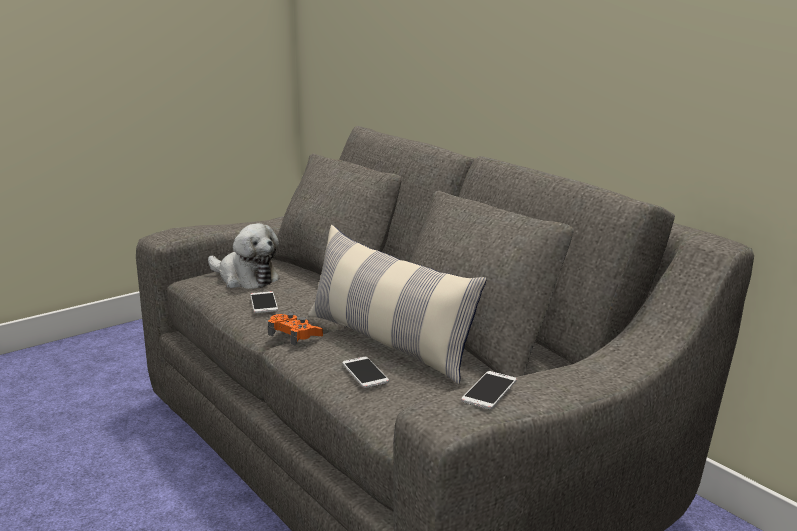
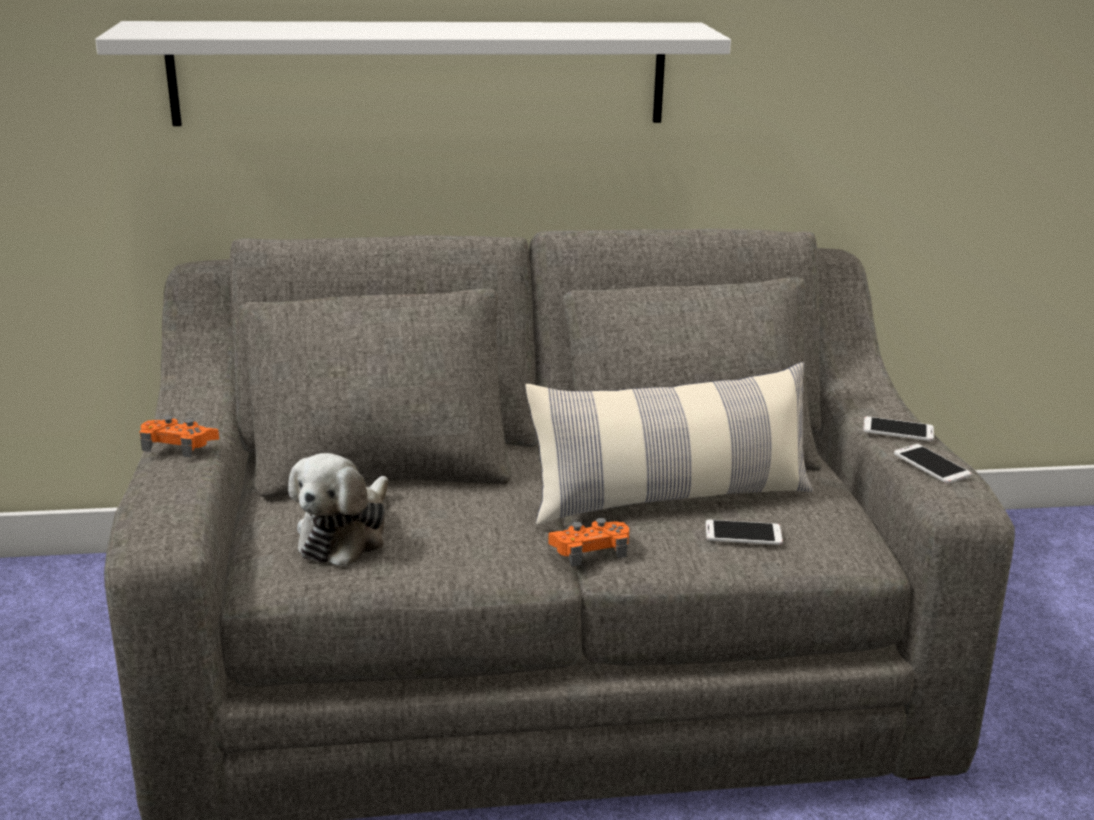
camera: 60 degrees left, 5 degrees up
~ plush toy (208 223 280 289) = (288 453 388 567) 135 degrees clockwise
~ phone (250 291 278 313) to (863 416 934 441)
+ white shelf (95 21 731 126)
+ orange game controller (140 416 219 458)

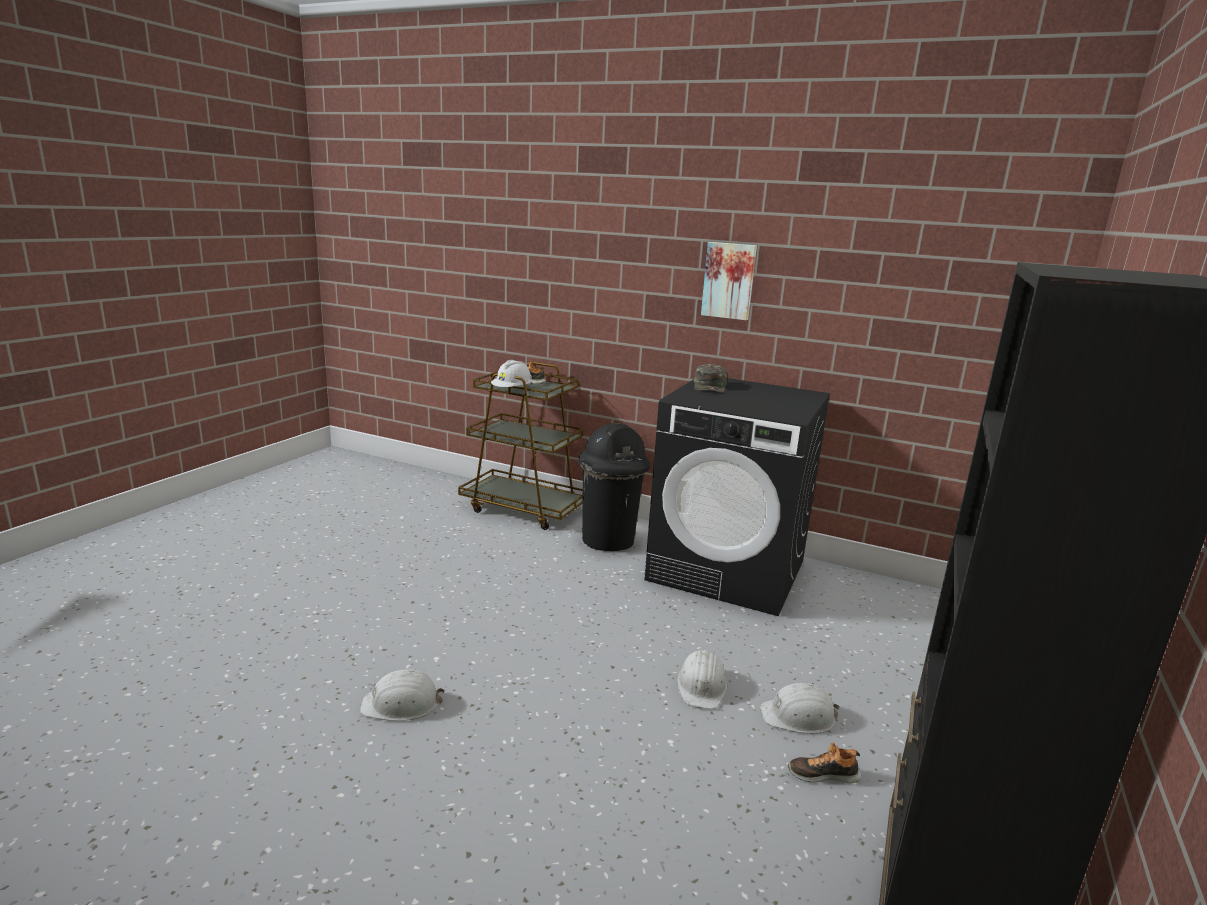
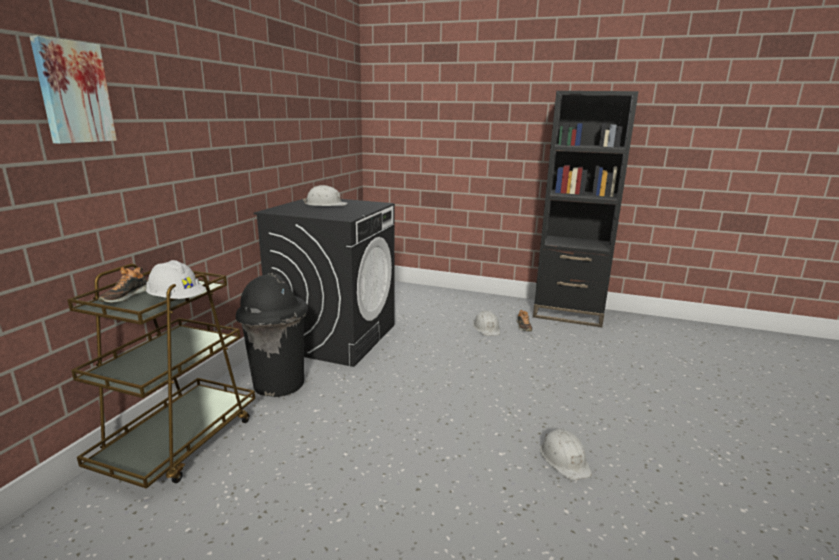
camera: 95 degrees left, 0 degrees up
~ picture (701 242 757 320) to (30 35 117 144)
- green cap (694 364 727 392)
~ white hard hat (677 650 728 709) to (303 185 348 206)

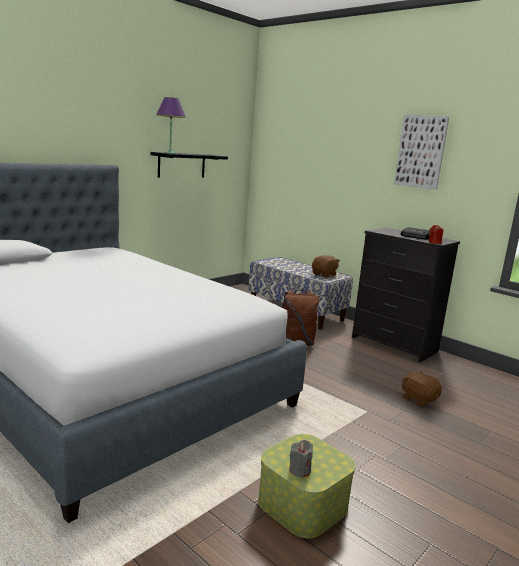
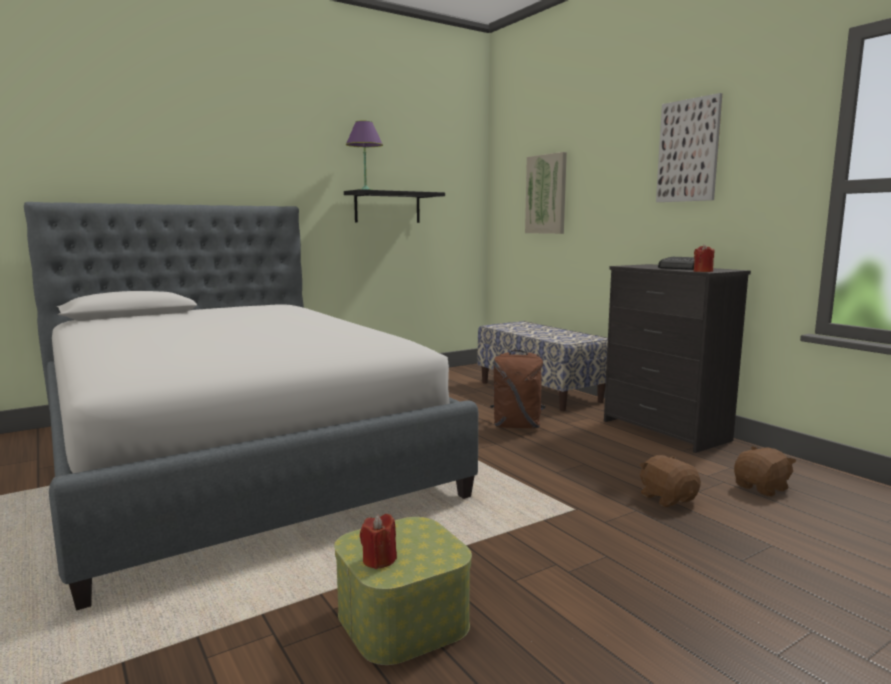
camera: 15 degrees right, 5 degrees down
~ brown plush toy (312 255 340 277) to (734 446 797 497)
~ grey candle (289 440 313 478) to red candle (360 514 397 569)
+ picture (525 152 567 234)

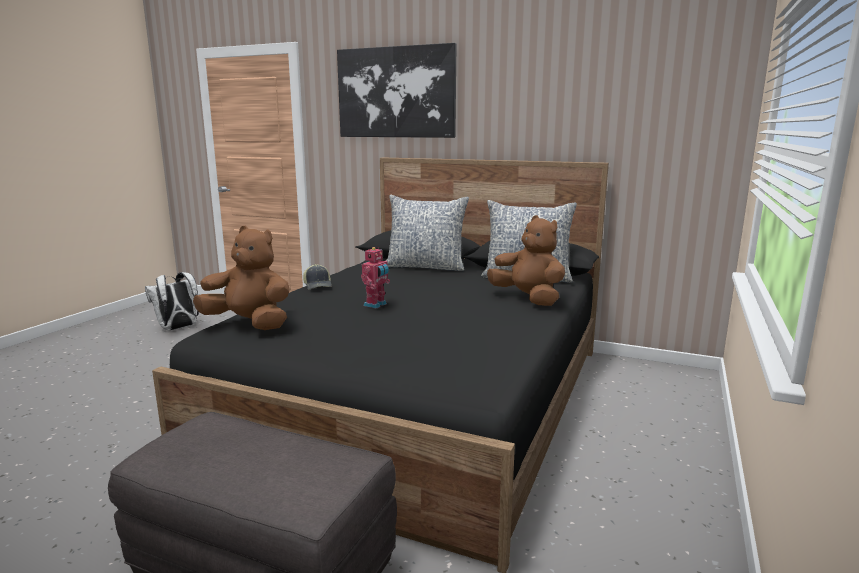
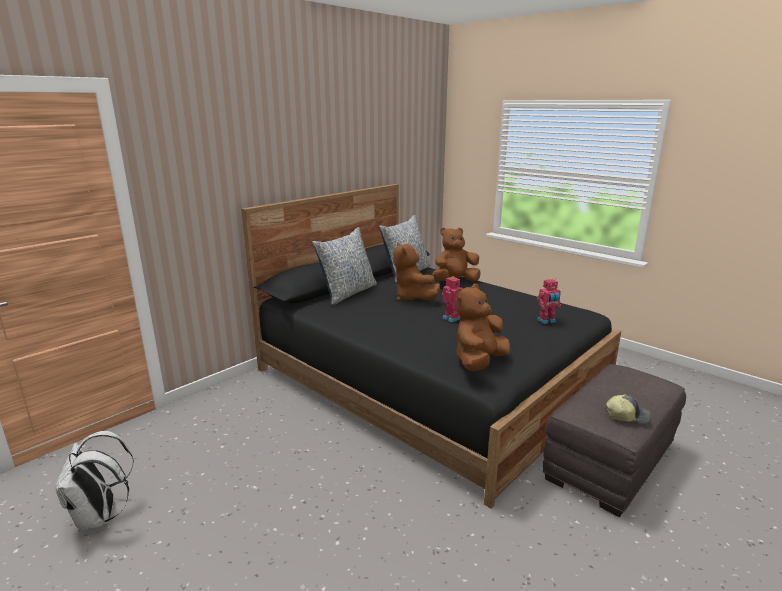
camera: 70 degrees left, 5 degrees up
- picture (337 43 457 138)
~ cap (303 264 332 290) to (606 394 651 423)
+ brown plush toy (393 243 440 301)
+ toy robot (537 278 561 324)

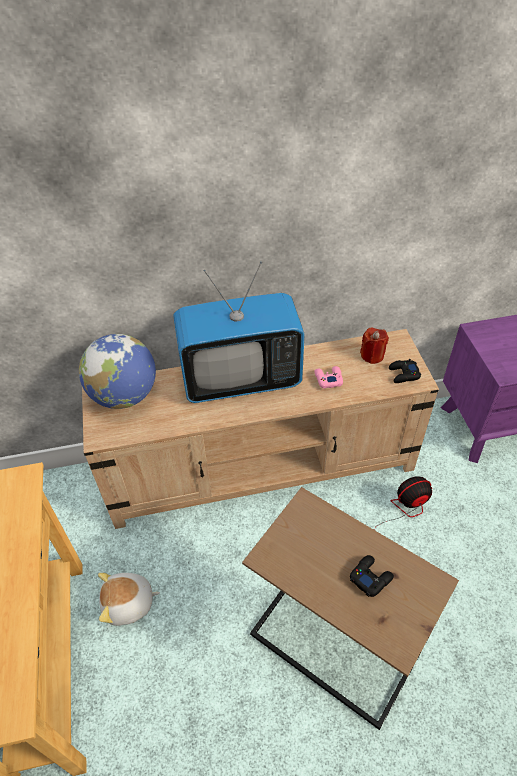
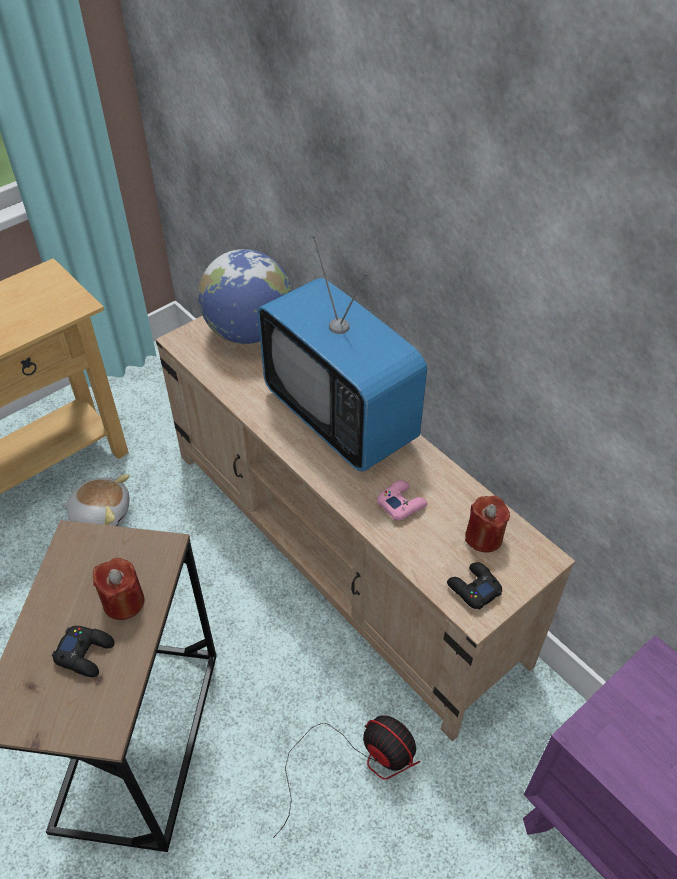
camera: 60 degrees right, 0 degrees up
~ plush toy (98 573 160 626) = (61 474 130 526) 135 degrees clockwise
+ red candle (93 558 144 620)

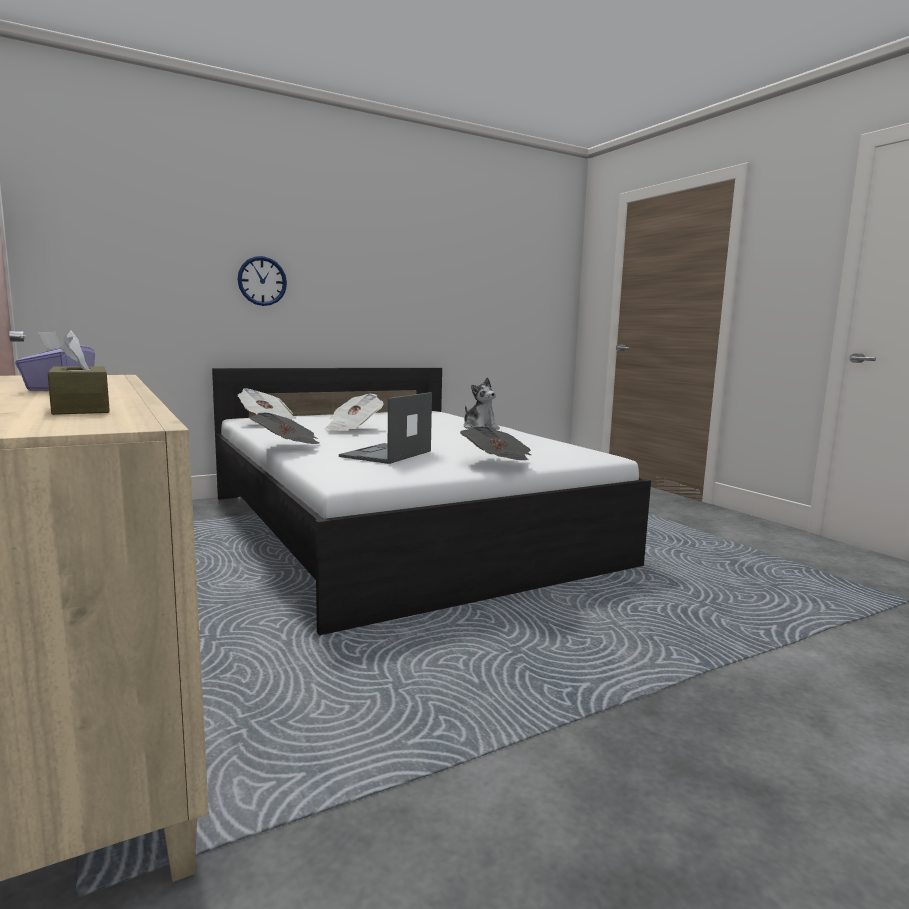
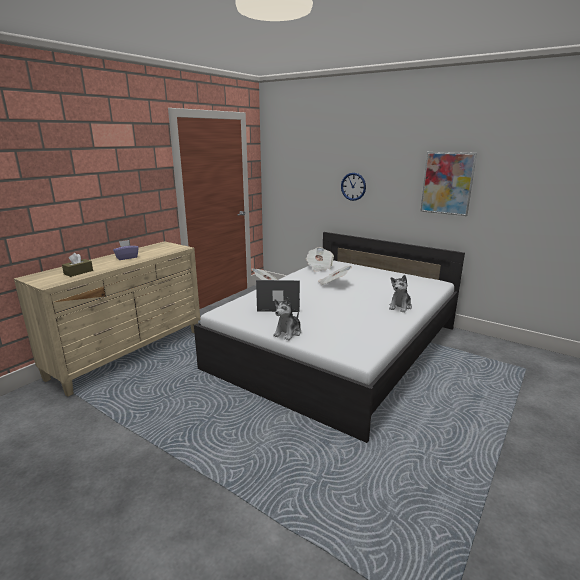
camera: 65 degrees right, 10 degrees up
~ newspaper (460 427 531 460) to plush toy (273 297 301 340)
+ picture (420 152 477 216)

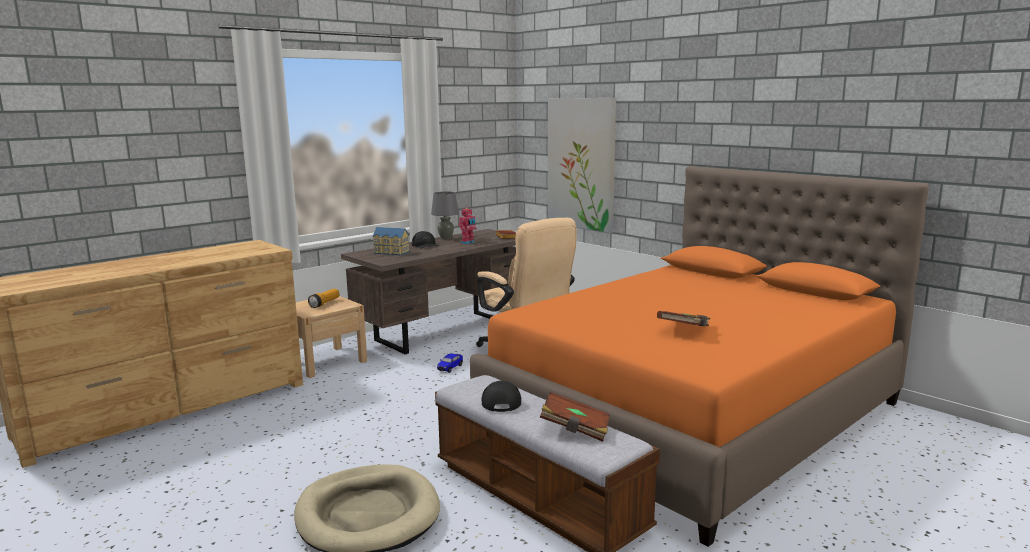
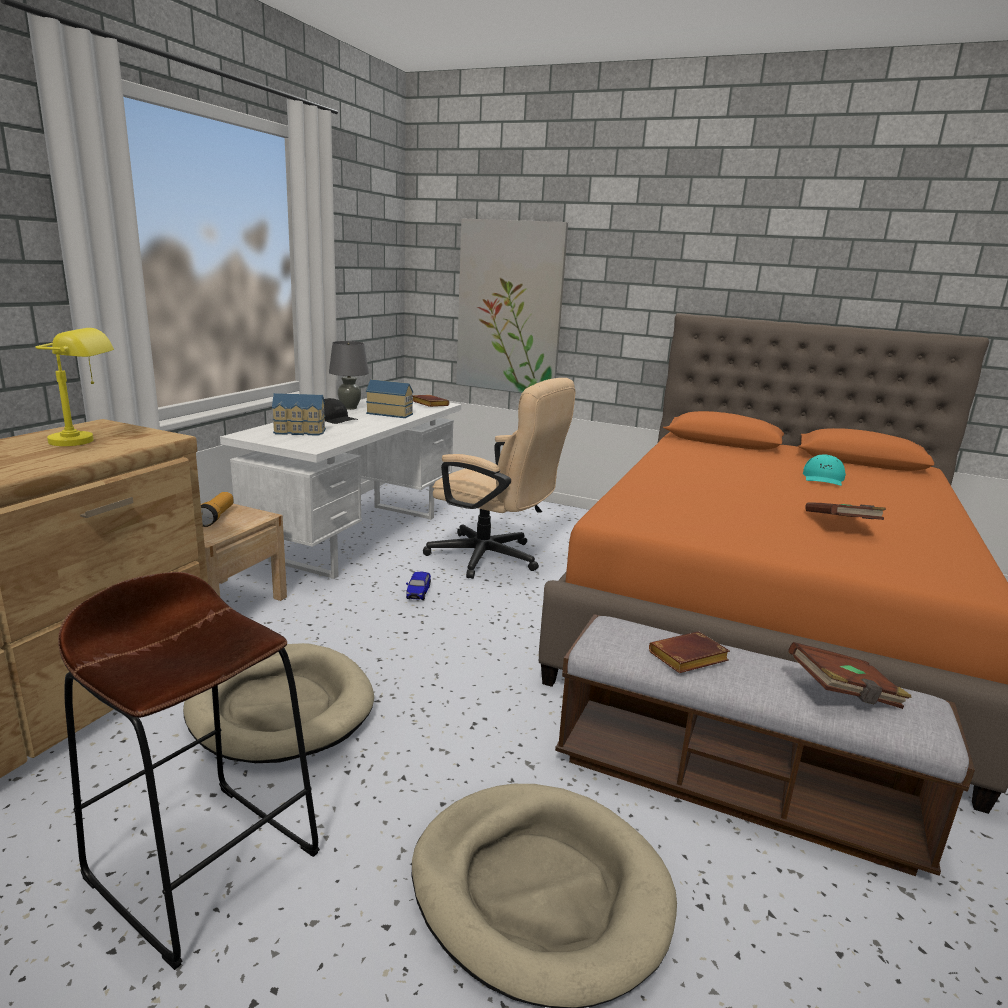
camera: 25 degrees left, 5 degrees up
~ toy robot (459 208 477 244) to toy house (366 379 413 418)
~ brown desk (341 229 516 354) to white desk (220 398 461 579)
~ black cap (481 381 521 412) to brown book (649 631 730 673)
+ yellow table lamp (35 328 114 446)
+ turquoise cap (803 454 846 486)
+ brown stool (58 572 320 970)
+ beige dog bed (183 643 374 763)

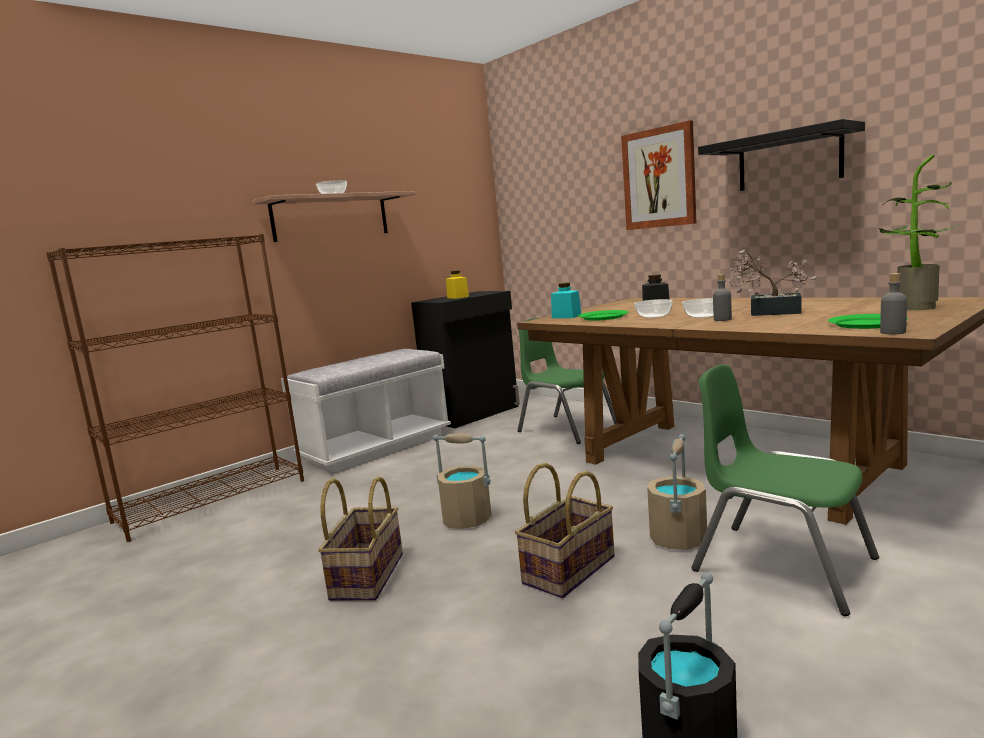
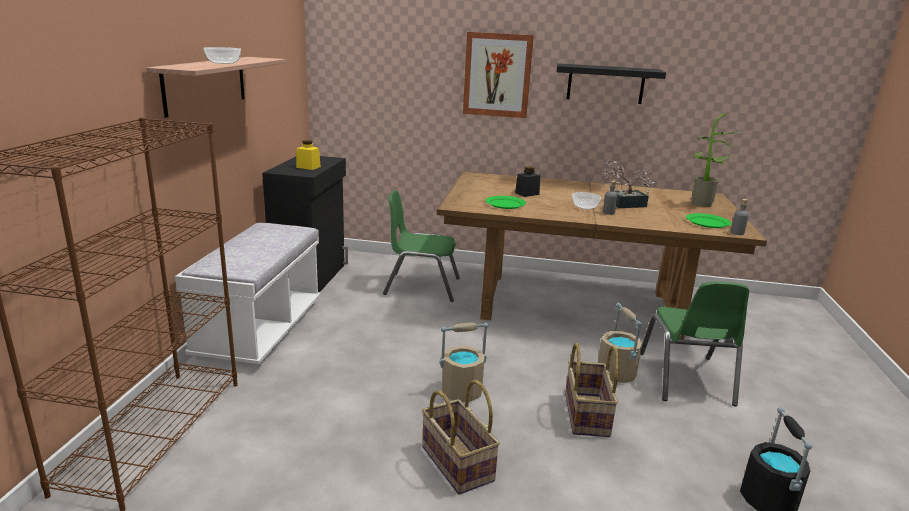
camera: 40 degrees left, 10 degrees up
- turquoise jar (551 283 581 318)
- bowl (634 299 673 318)
~ green chair (692 364 879 616) = (640 282 749 406) 90 degrees counterclockwise

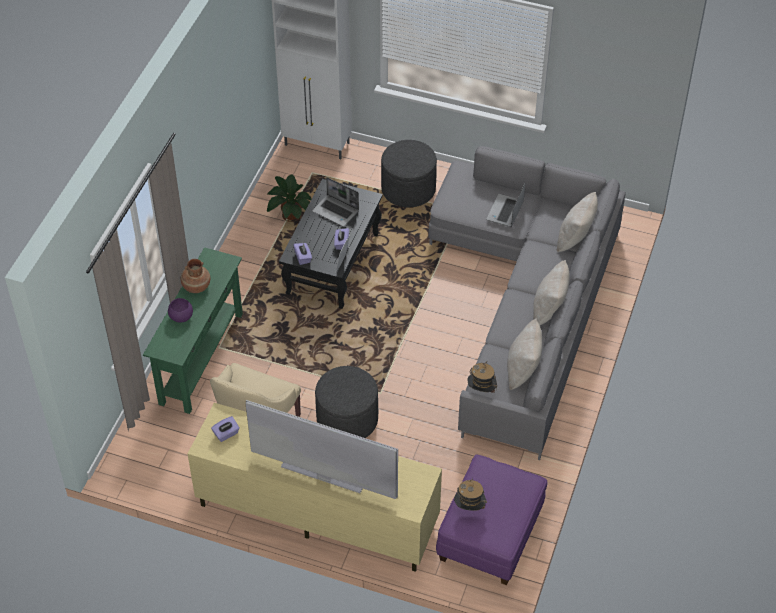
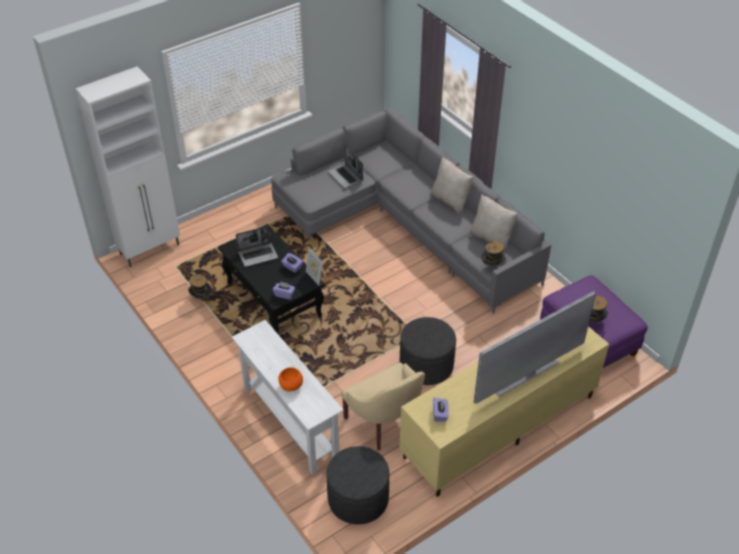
camera: 55 degrees left, 5 degrees down
~ grey ottoman (381 140 437 208) to (326 446 390 524)
~ potted plant (267 174 311 222) to hat (188 274 211 302)
- beige pillow (557 192 598 252)
~ green console table (143 247 243 414) to white console table (232 320 344 475)
- brown vase (181 259 211 293)
~ purple bowl (168 298 193 323) to orange bowl (278 367 303 391)

